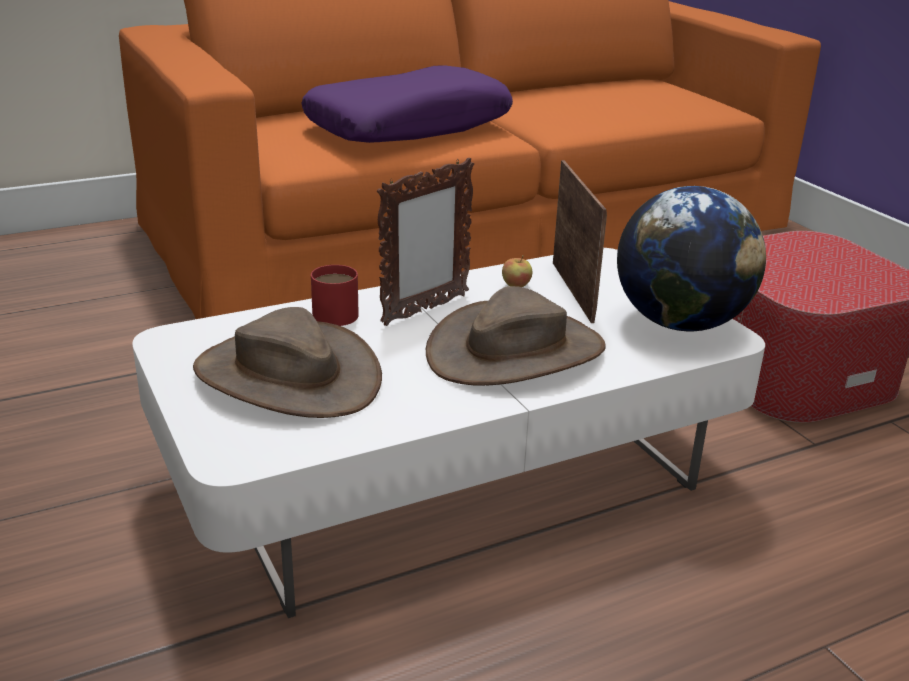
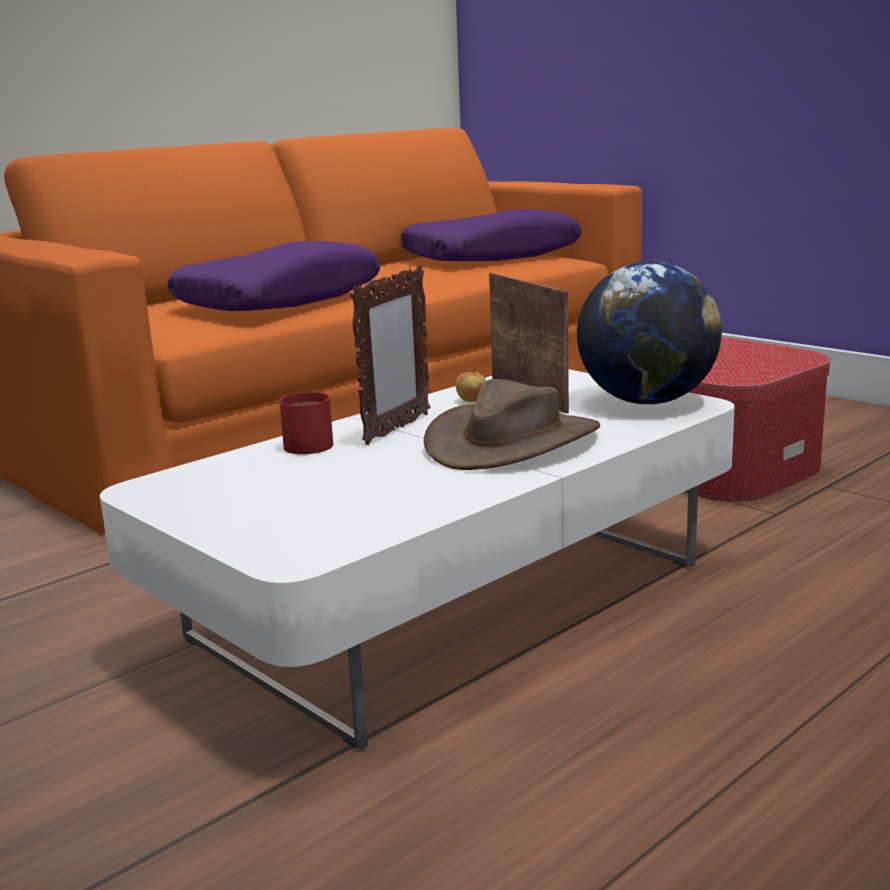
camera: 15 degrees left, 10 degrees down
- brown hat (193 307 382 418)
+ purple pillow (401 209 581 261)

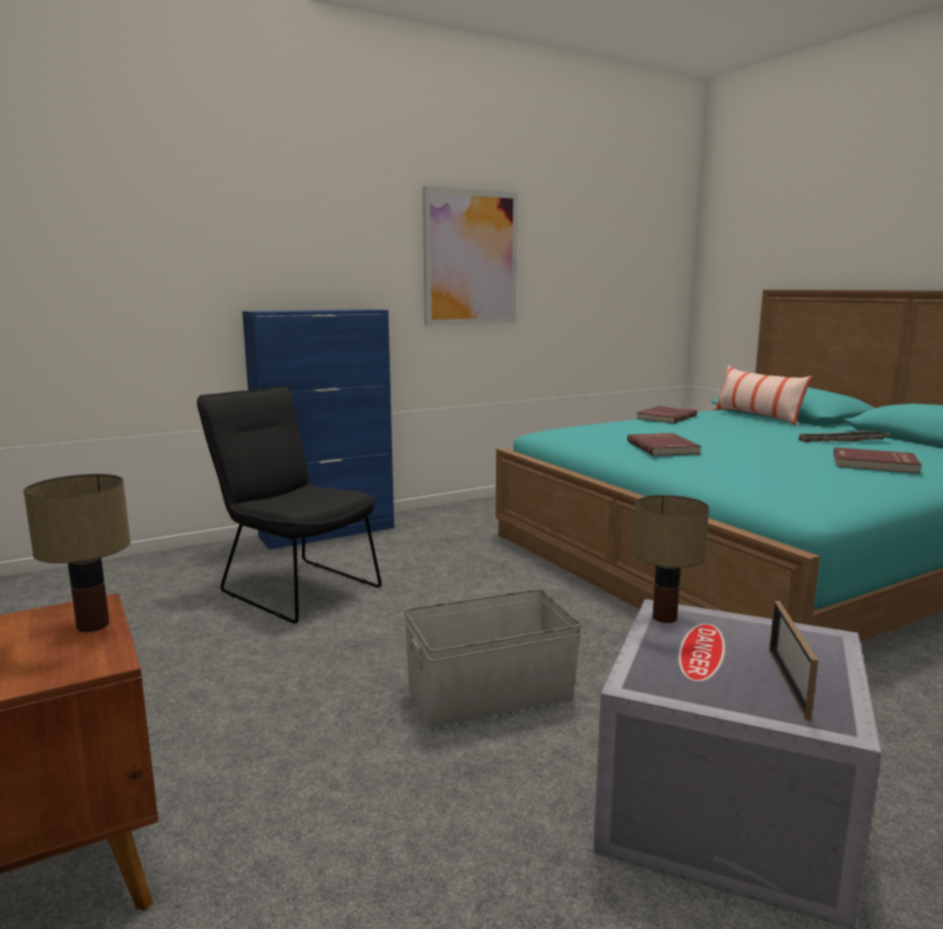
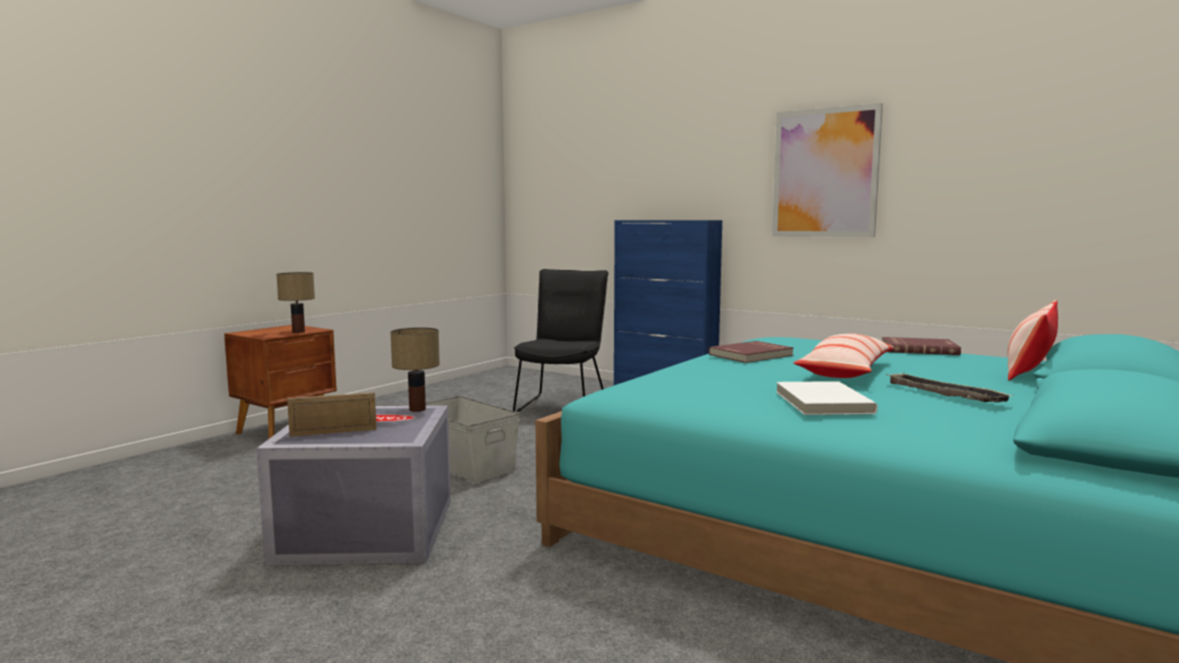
camera: 65 degrees right, 5 degrees down
~ red book (834 447 922 473) to white book (776 381 878 415)
+ pillow (794 333 894 378)

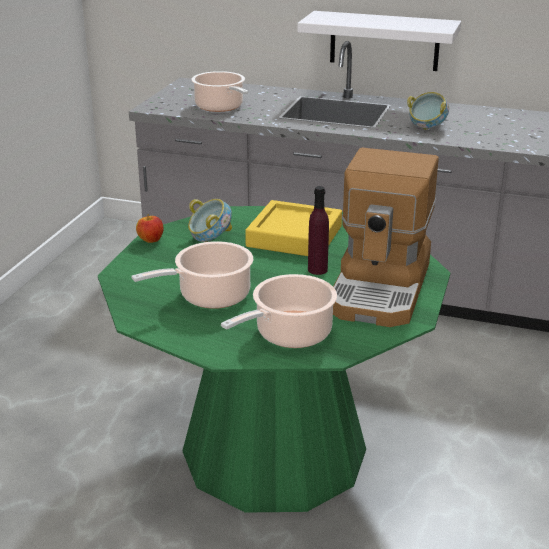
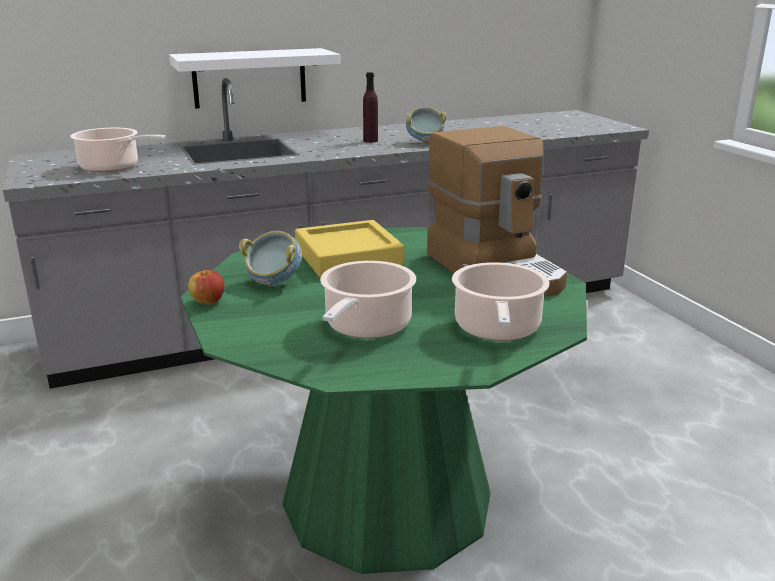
camera: 40 degrees left, 5 degrees down
~ bowl (407 92 449 130) to (406 107 446 144)
~ purple bottle (308 186 329 275) to (363 72 378 143)

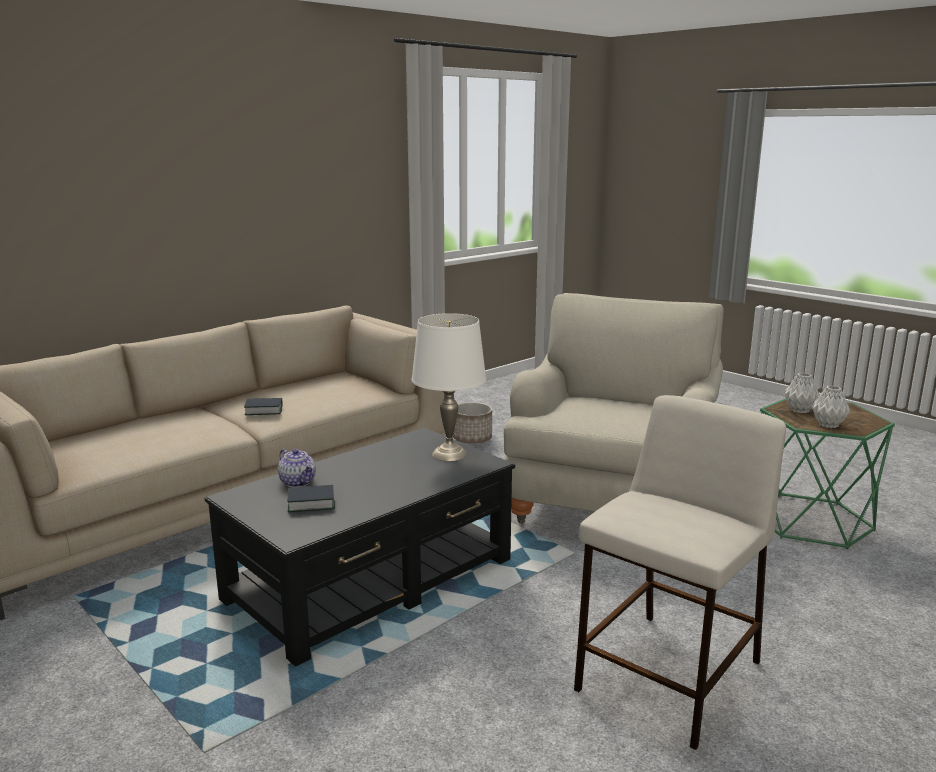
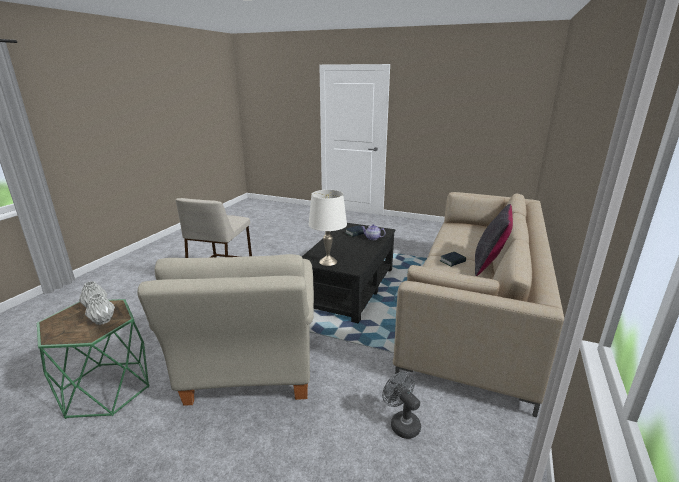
camera: 155 degrees right, 5 degrees up
~ planter (453 402 492 444) to grey fan (382 372 421 439)
+ black pillow (475 204 513 276)

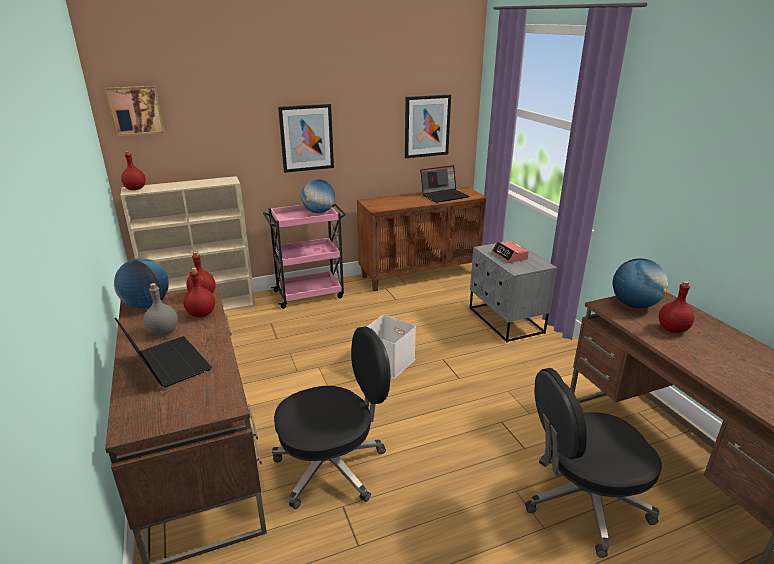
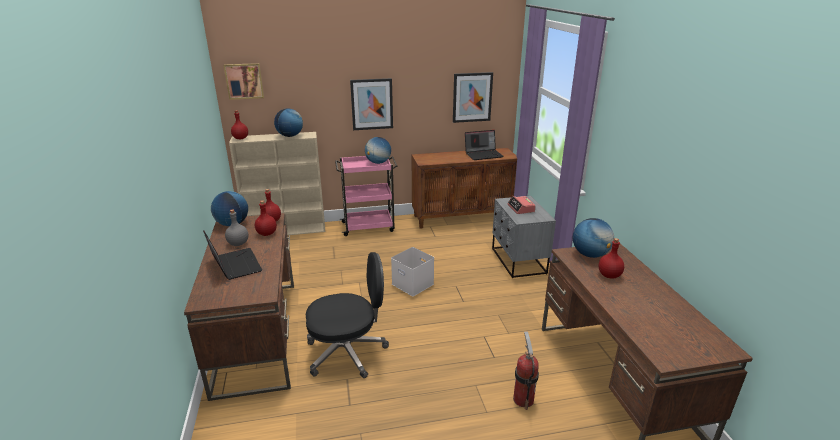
camera: 10 degrees right, 0 degrees up
~ black office chair (525 368 662 558) to fire extinguisher (513 331 539 410)
+ globe (274 108 303 137)

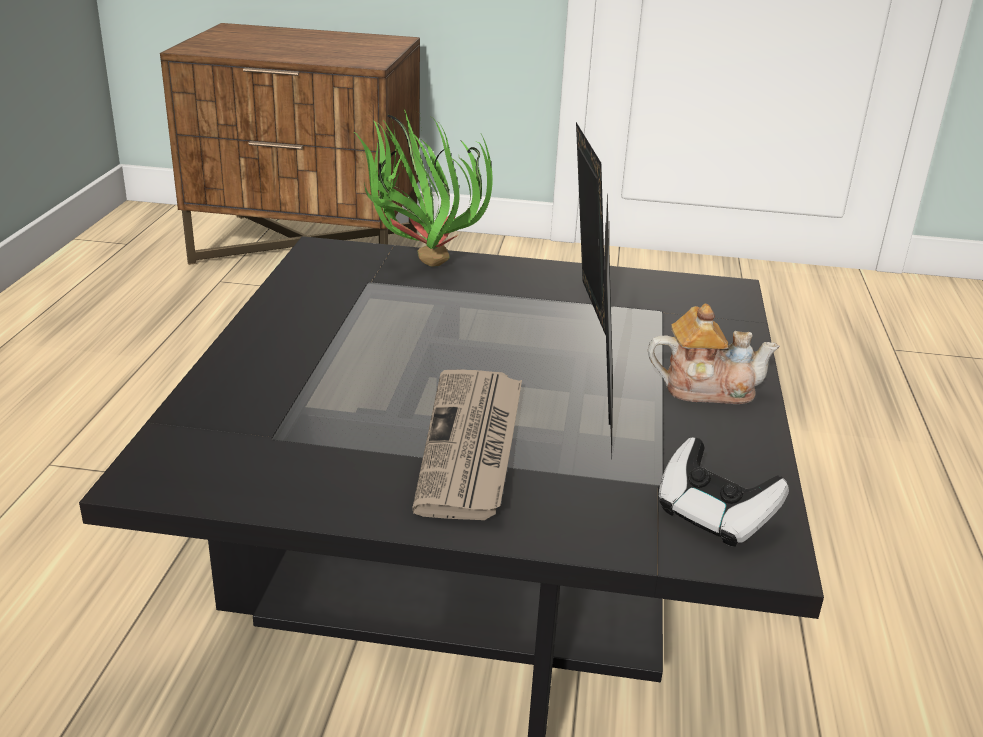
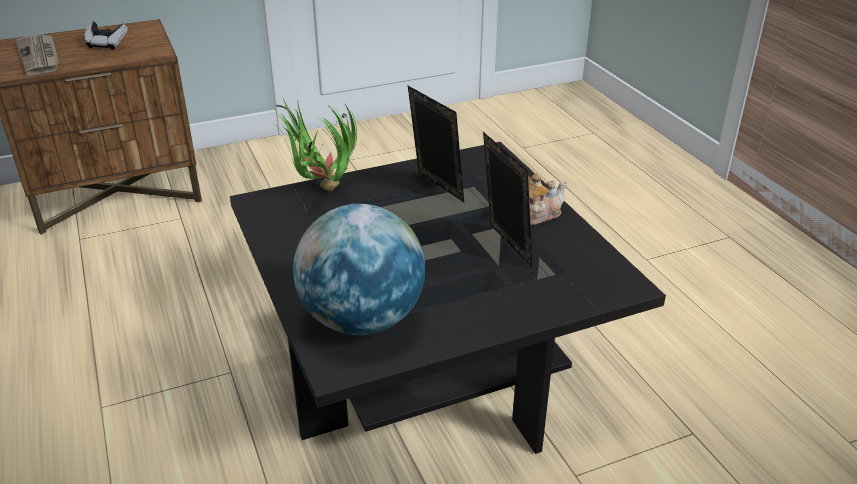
camera: 30 degrees left, 5 degrees up
~ newspaper (412 369 522 520) to (16 34 59 75)
~ game controller (658 437 789 547) to (85 22 128 50)
+ globe (293 204 425 335)

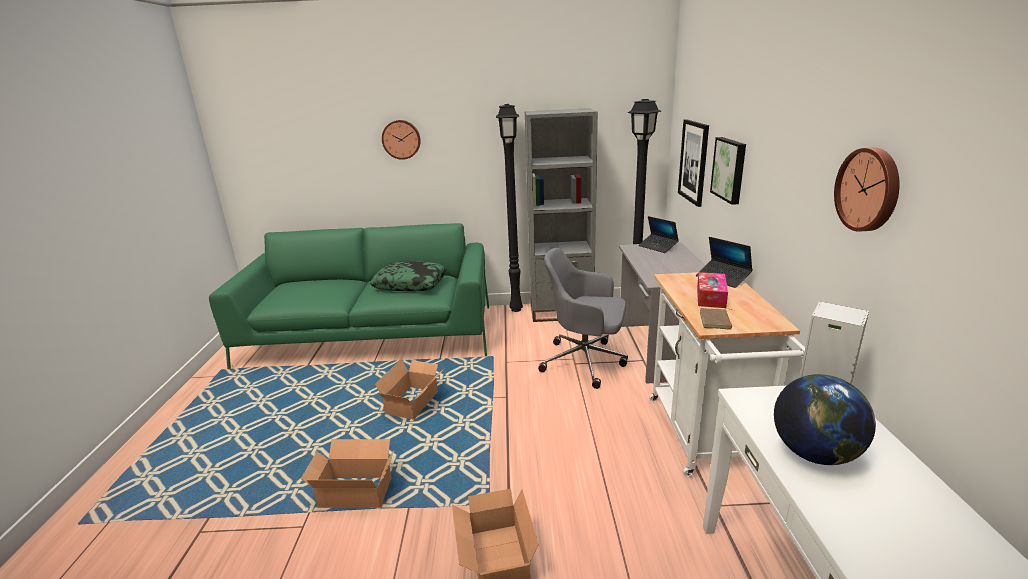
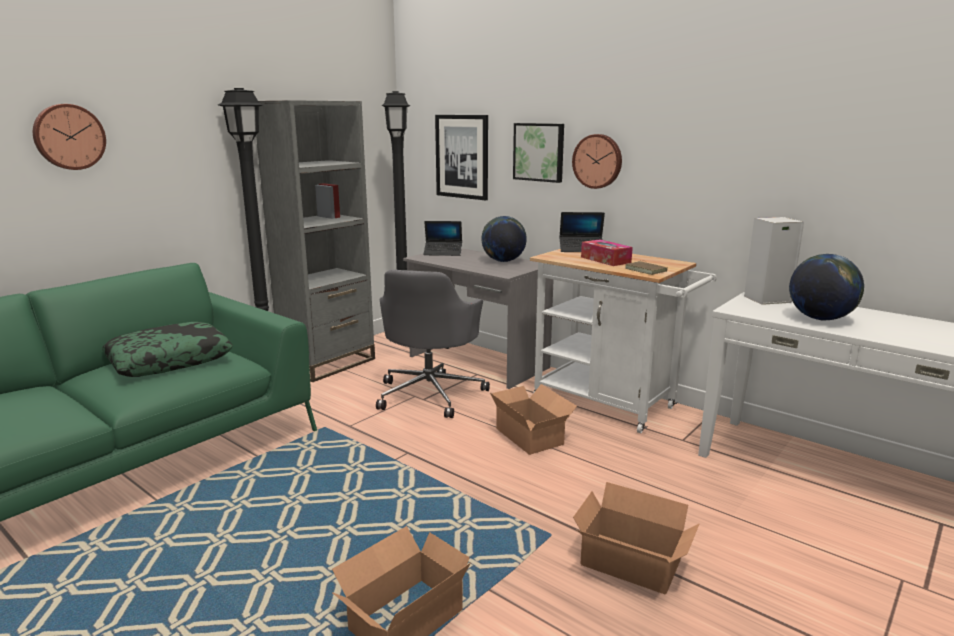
camera: 50 degrees left, 5 degrees down
~ wall clock (834 147 900 232) to (572 134 622 189)
~ grey office chair (538 248 628 389) = (376 269 490 418) 45 degrees counterclockwise
~ cardboard box (375 359 445 420) to (490 384 577 455)
+ globe (481 216 527 262)

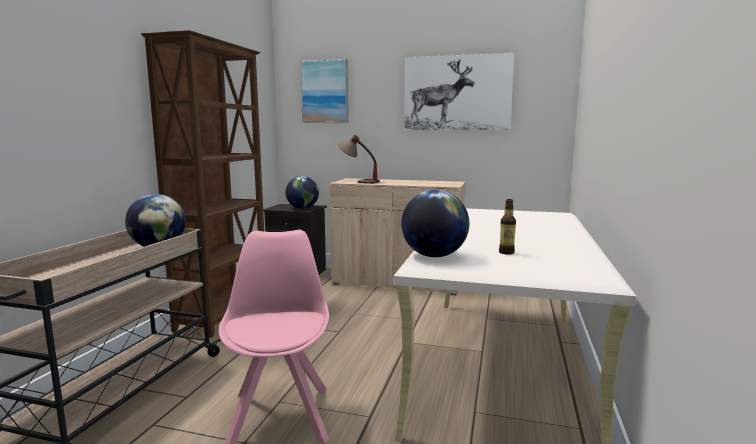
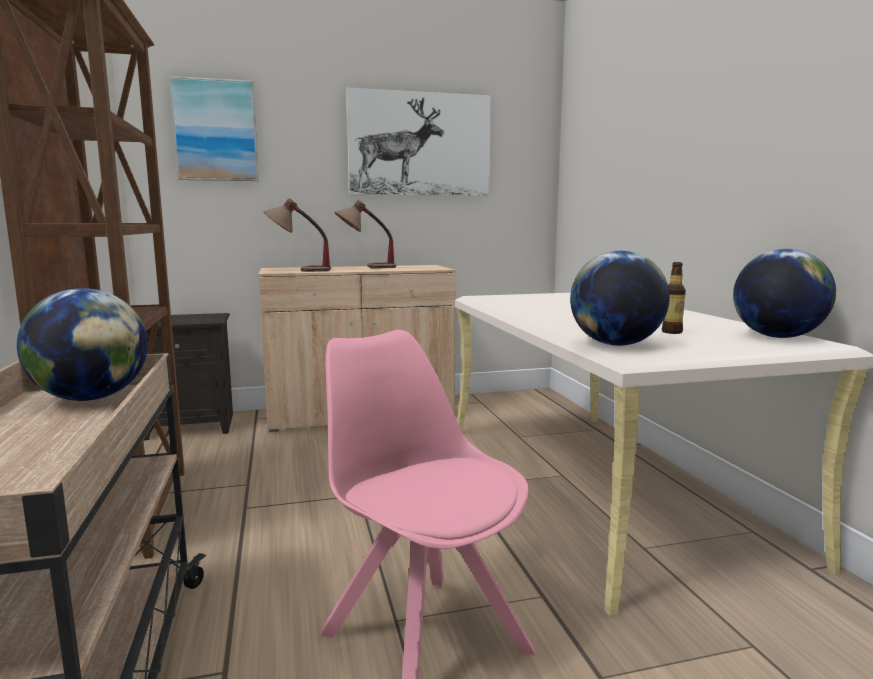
camera: 30 degrees left, 0 degrees up
~ globe (286 176 319 209) to (733 249 836 338)
+ table lamp (335 200 396 268)

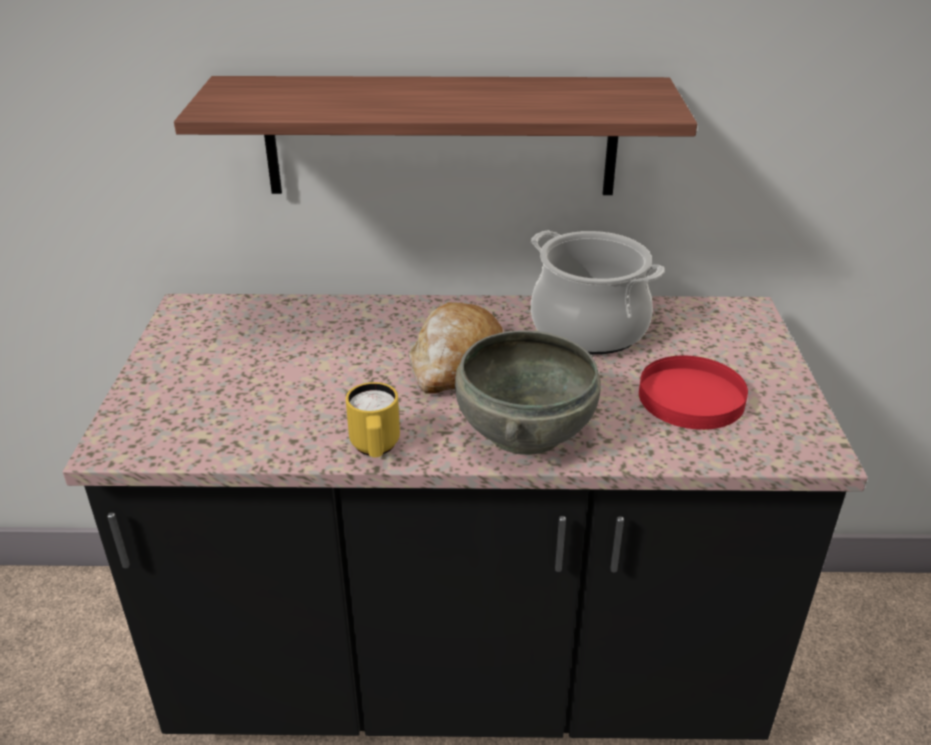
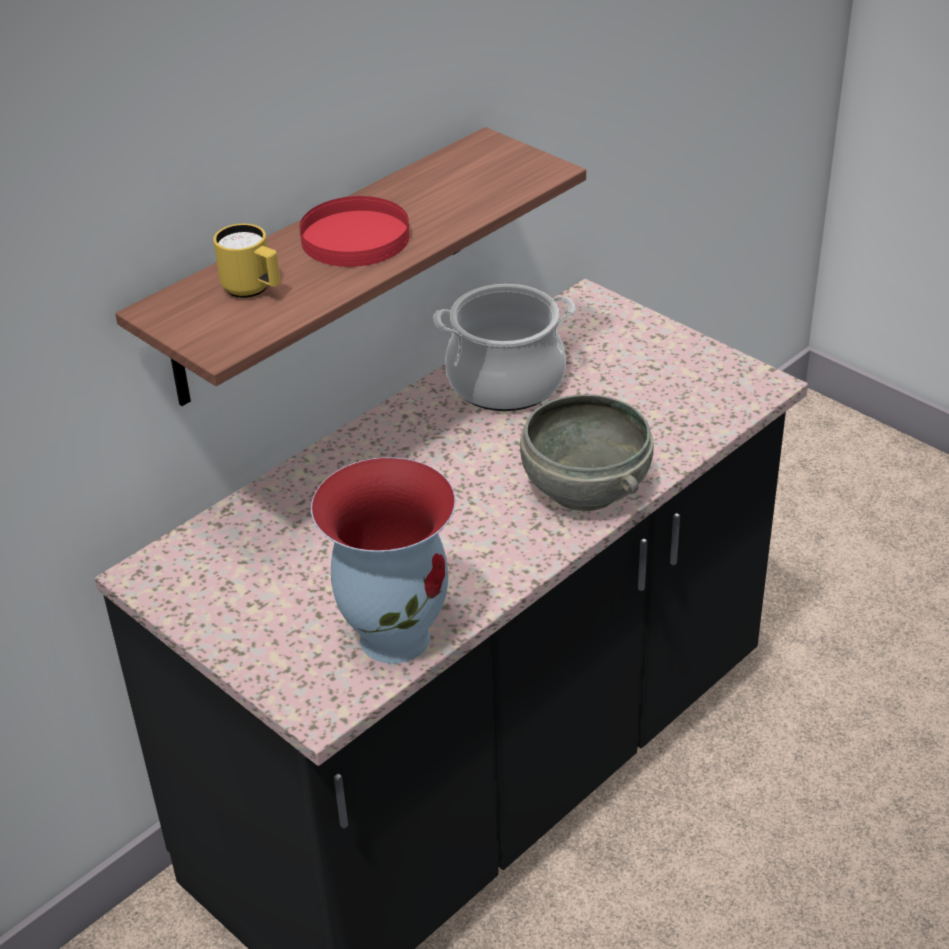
camera: 45 degrees left, 5 degrees up
- bread (409 302 503 394)
~ red plate (639 356 748 430) to (300 196 410 267)
~ yellow mug (346 382 400 457) to (213 224 280 298)
+ vase (311 457 456 664)

